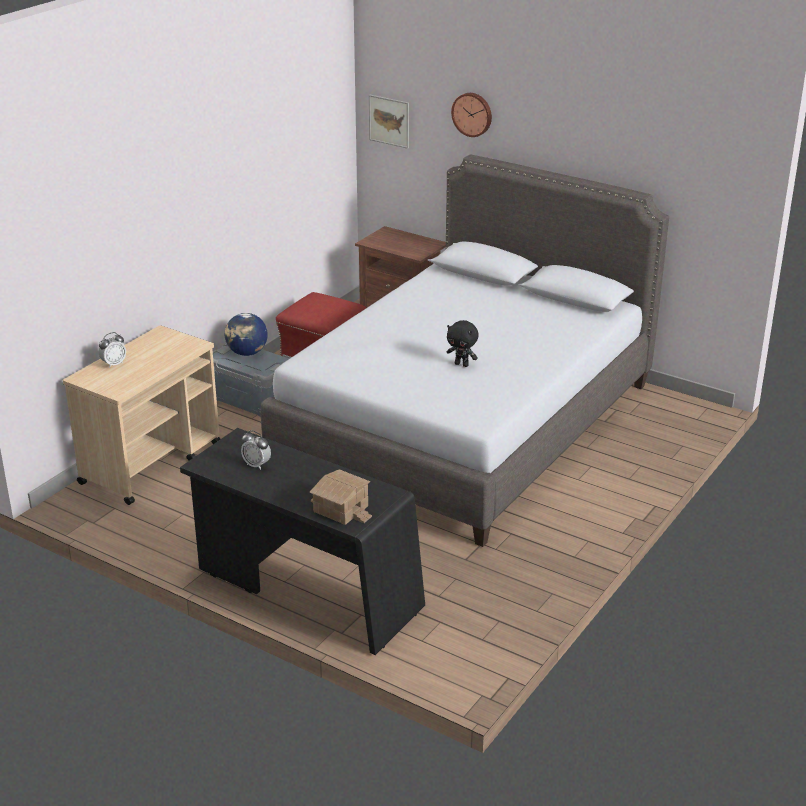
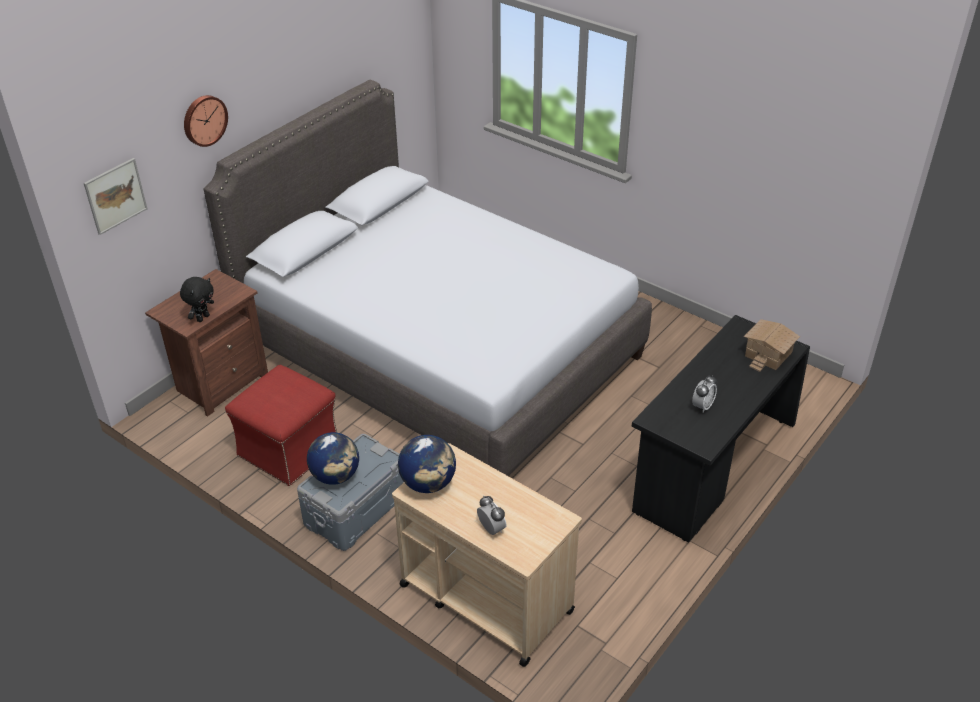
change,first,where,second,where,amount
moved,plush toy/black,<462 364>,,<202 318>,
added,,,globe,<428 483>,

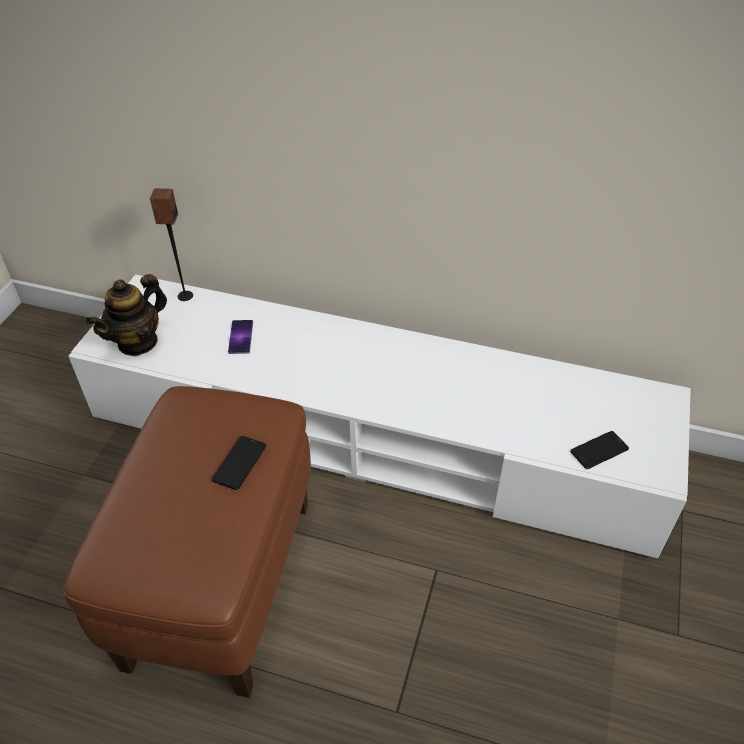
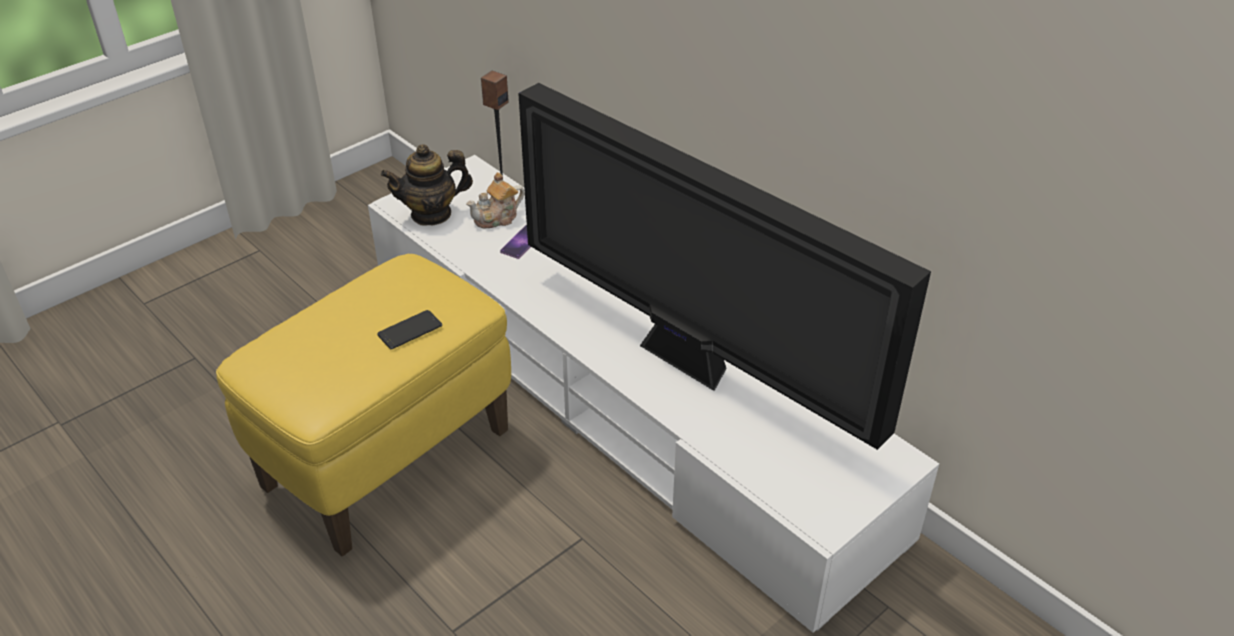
change,first,where,second,where,amount
recoloured,ottoman/brown,<222 581>,ottoman/yellow,<388 458>,
removed,phone,<599 450>,,,
added,,,television,<690 364>,
added,,,teapot,<497 218>,

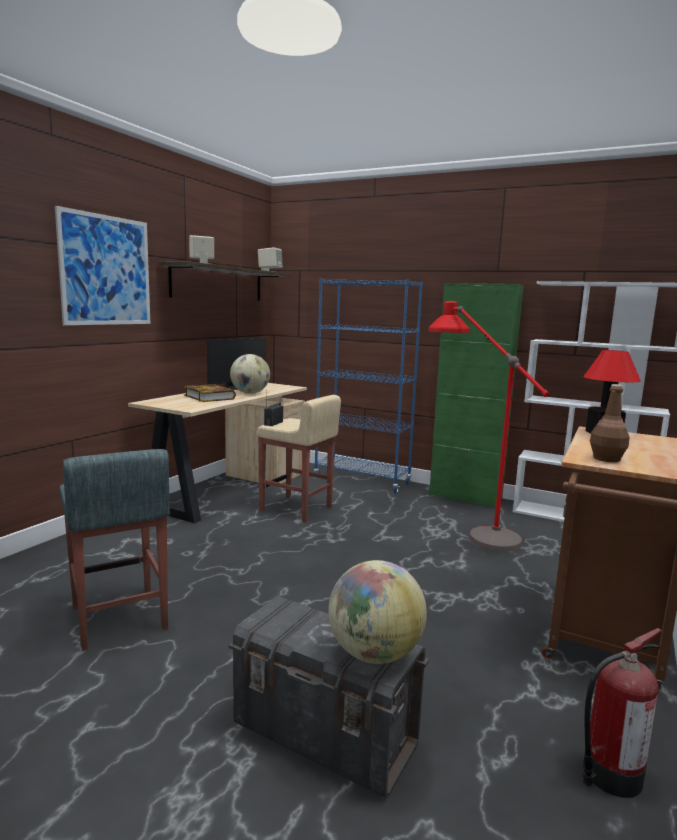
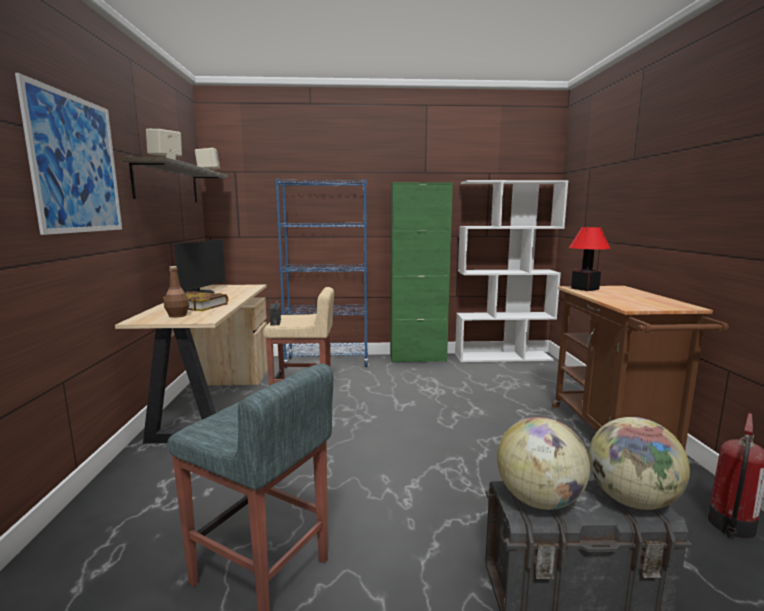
change,first,where,second,where,amount
removed,floor lamp/red,<469 527>,,,
moved,globe,<250 393>,,<539 500>,
moved,bottle/brown,<606 458>,,<177 315>,

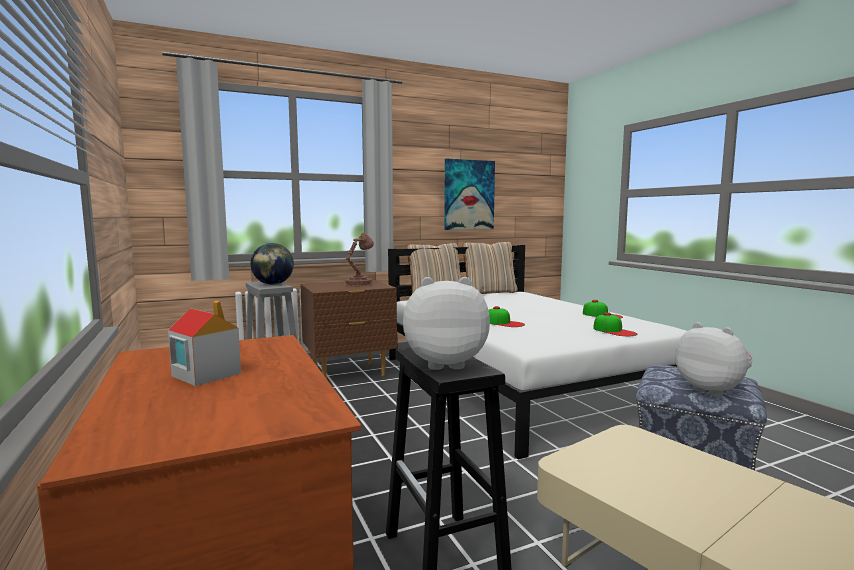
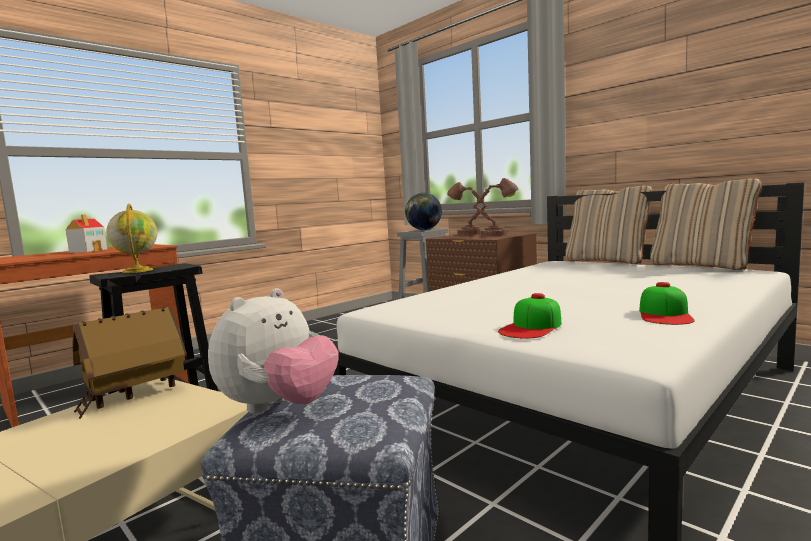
change,first,where,second,where,amount
removed,picture,<468 195>,,,
replaced,plush toy,<445 363>,globe,<137 271>,
removed,cap,<504 323>,,,
added,,,table lamp/brown,<468 234>,
added,,,toy house,<134 395>,

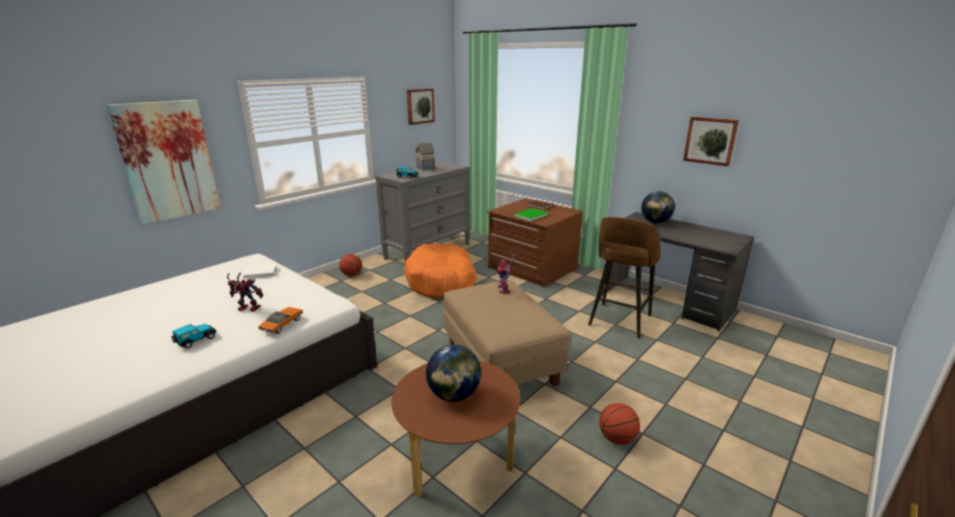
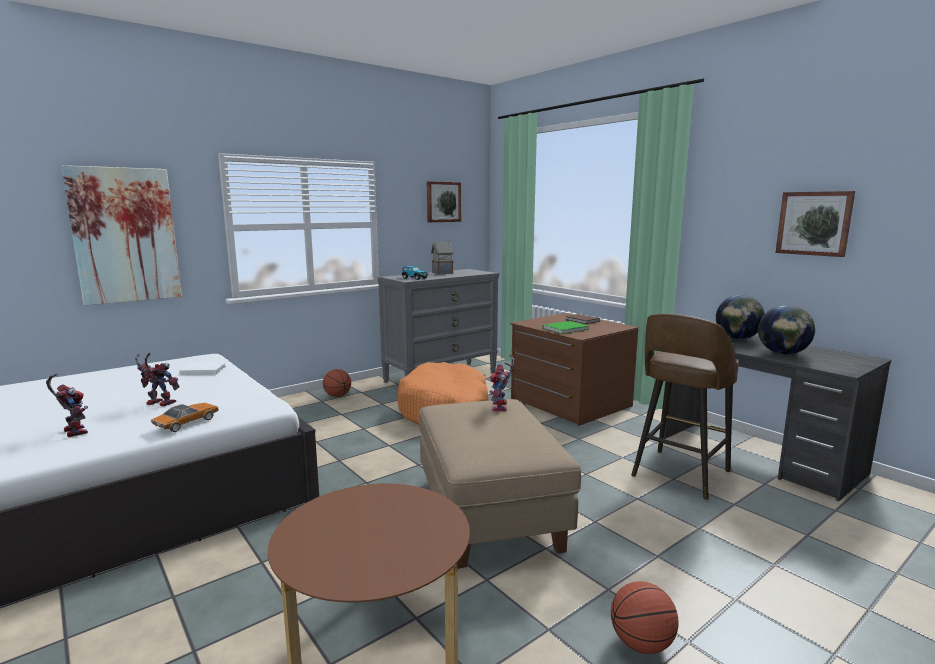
change,first,where,second,where,amount
replaced,toy car,<195 340>,toy robot,<72 431>,
moved,globe,<454 395>,,<782 354>,

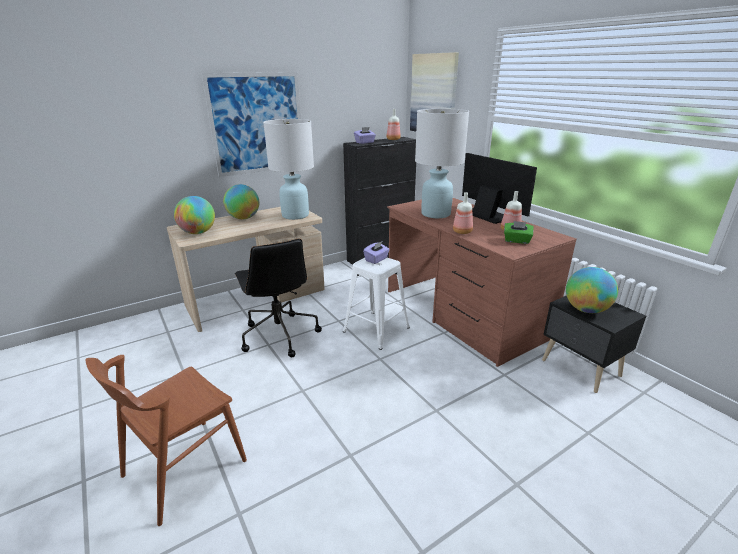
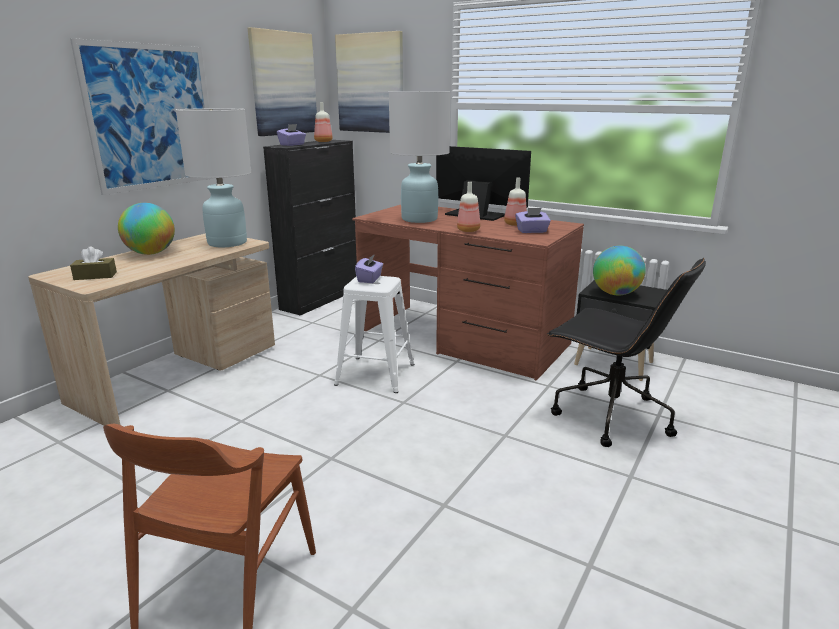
change,first,where,second,where,amount
replaced,globe,<198 233>,tissue box/brown,<95 276>,
recoloured,tissue box/green,<516 241>,tissue box/purple,<532 231>,
moved,office chair/black,<279 335>,,<609 415>,
added,,,picture,<283 83>,

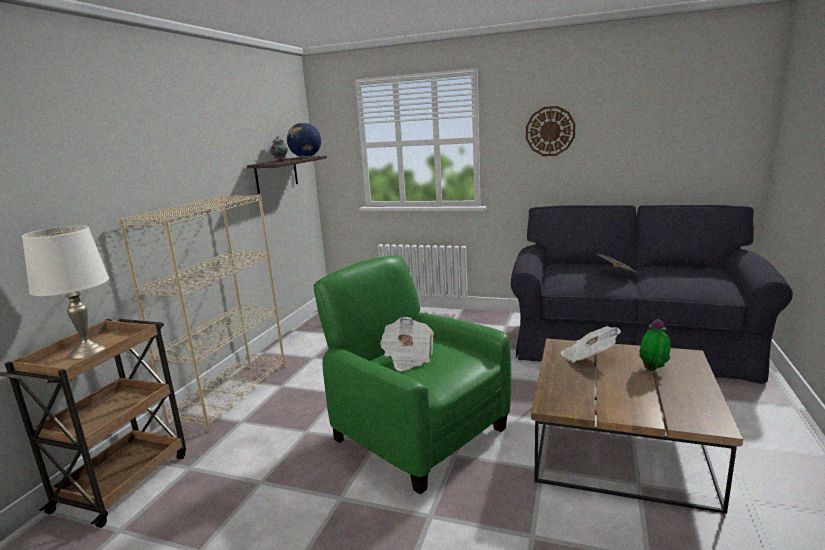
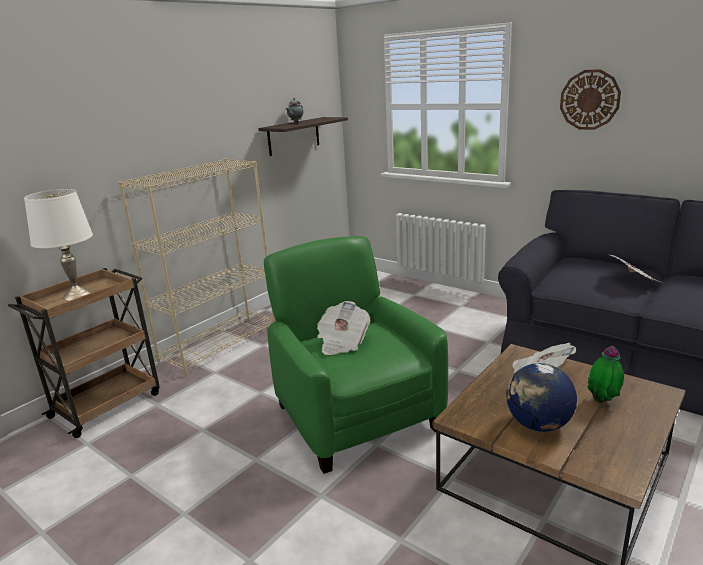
change,first,where,second,where,amount
moved,globe,<306 157>,,<538 425>,

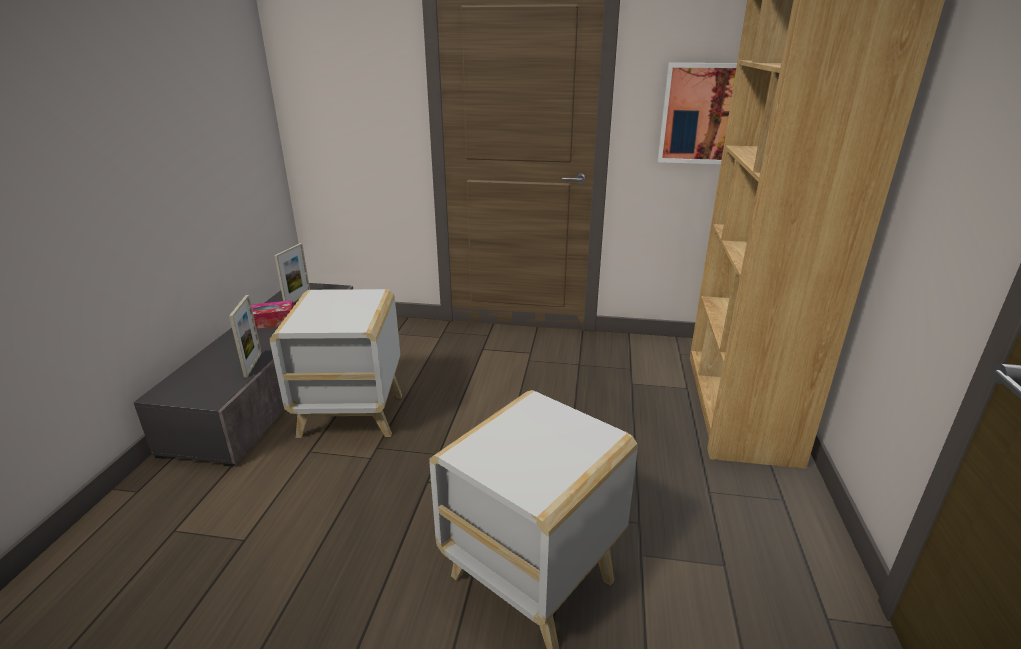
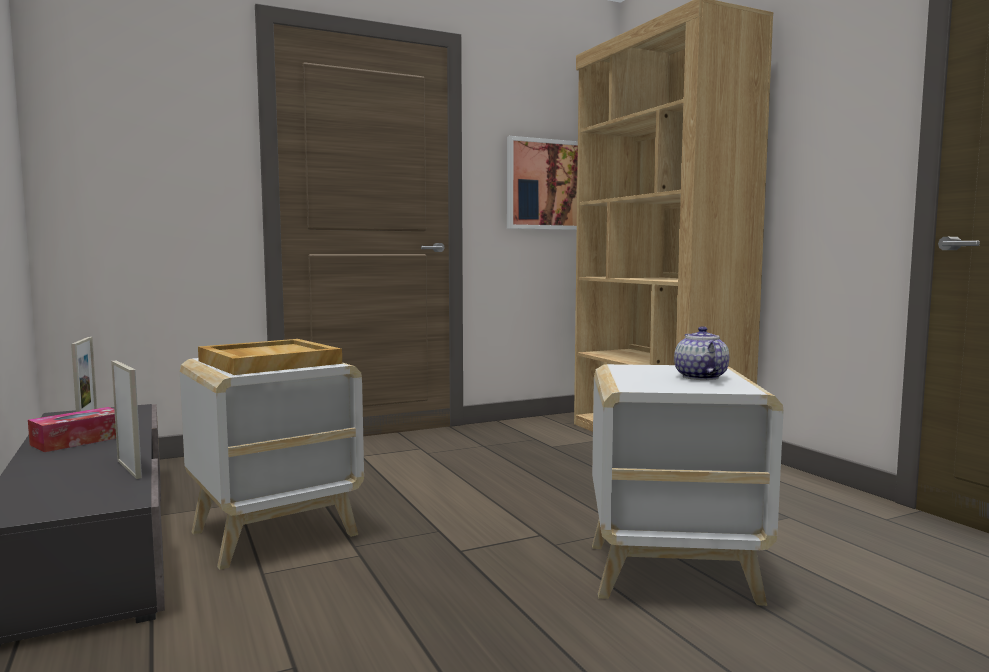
change,first,where,second,where,amount
added,,,teapot,<700 377>,
added,,,tray/beige,<268 362>,

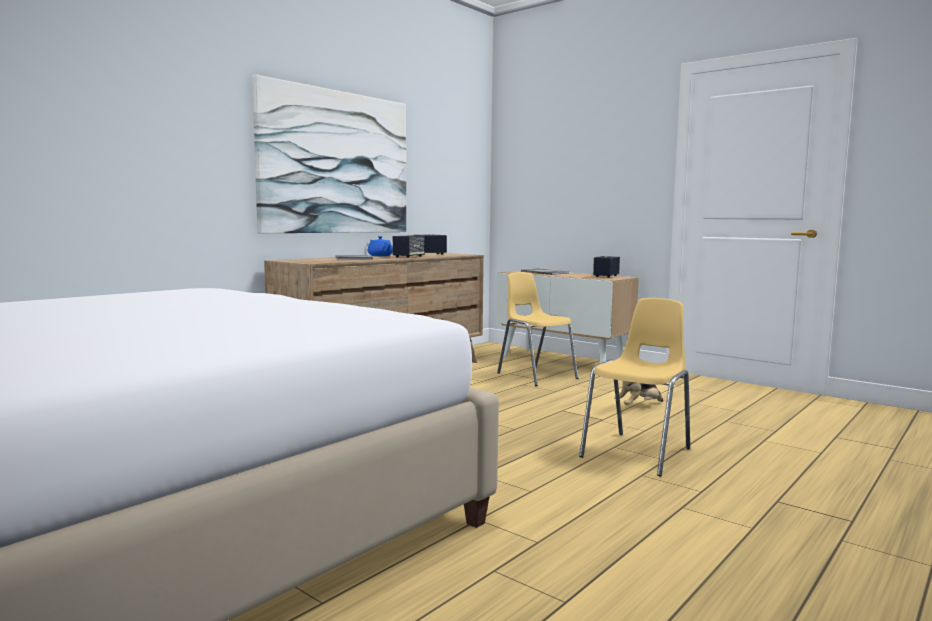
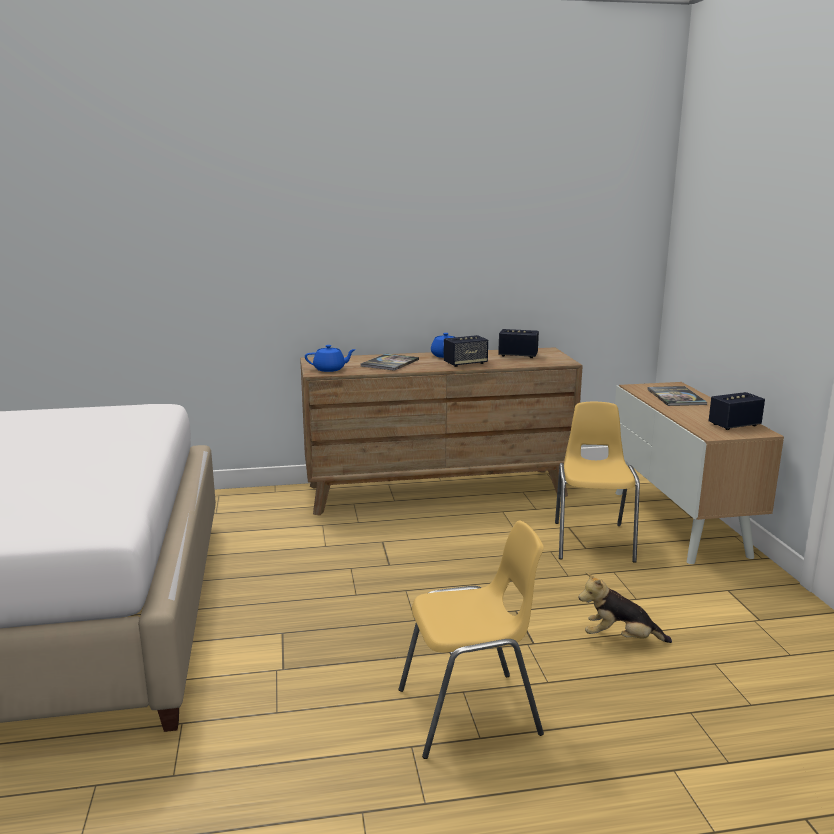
change,first,where,second,where,amount
removed,picture,<336 163>,,,
added,,,teapot/blue,<330 369>,

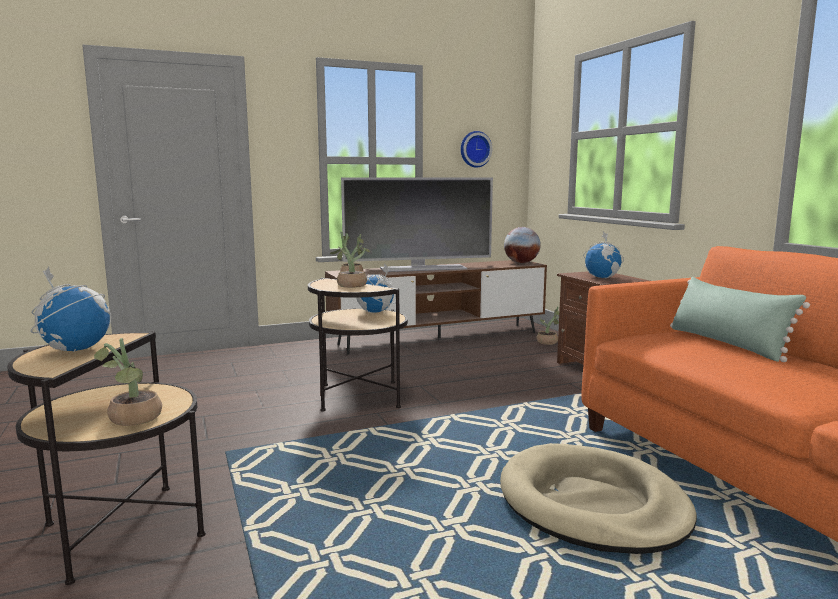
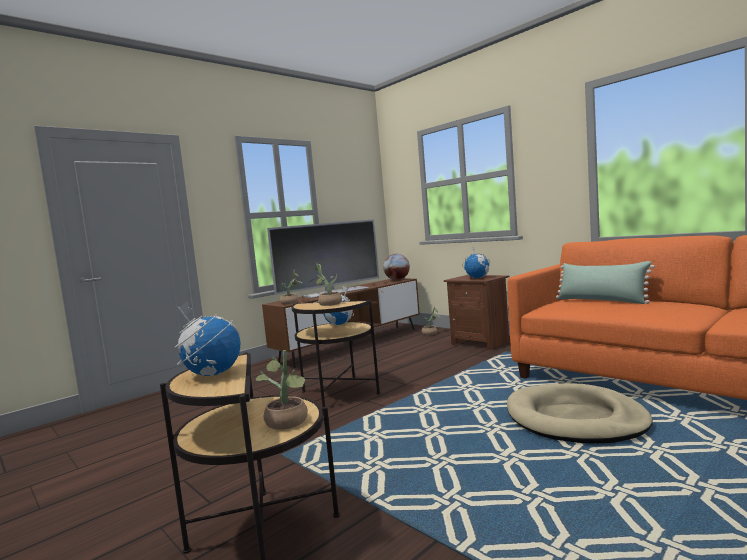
change,first,where,second,where,amount
removed,wall clock,<475 149>,,,

